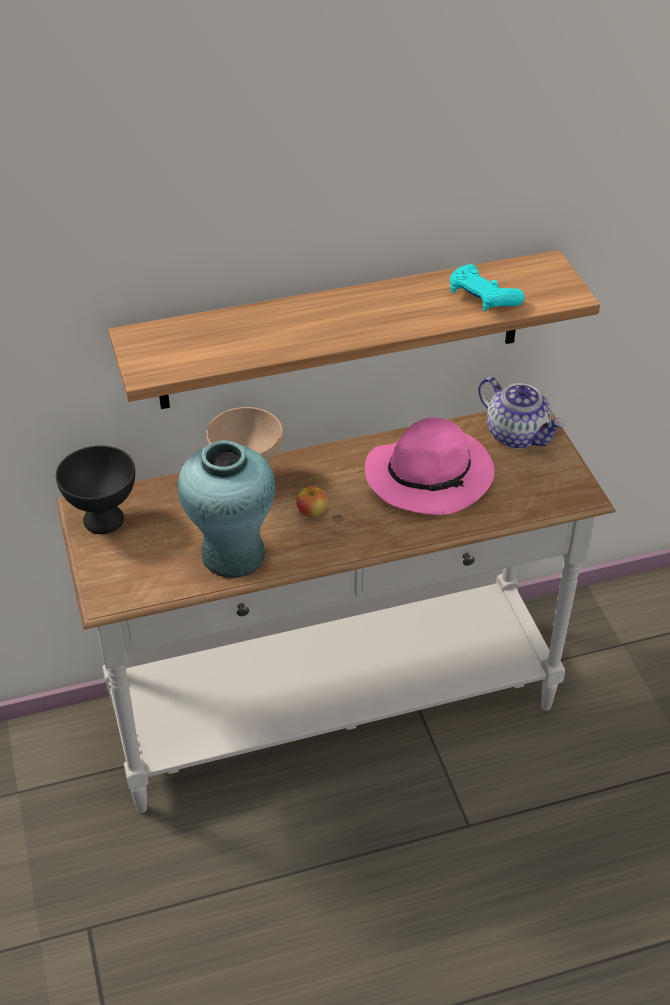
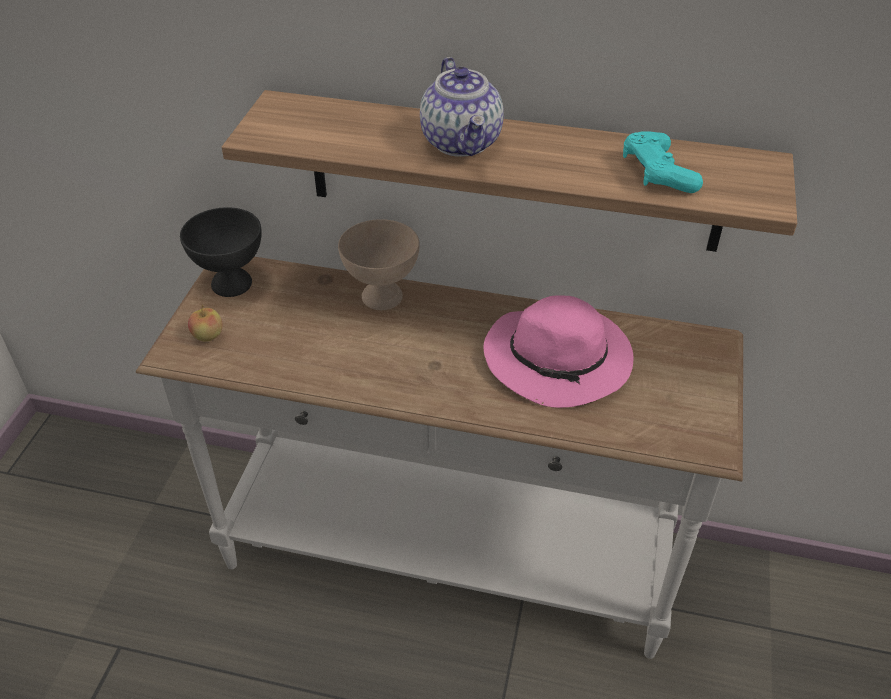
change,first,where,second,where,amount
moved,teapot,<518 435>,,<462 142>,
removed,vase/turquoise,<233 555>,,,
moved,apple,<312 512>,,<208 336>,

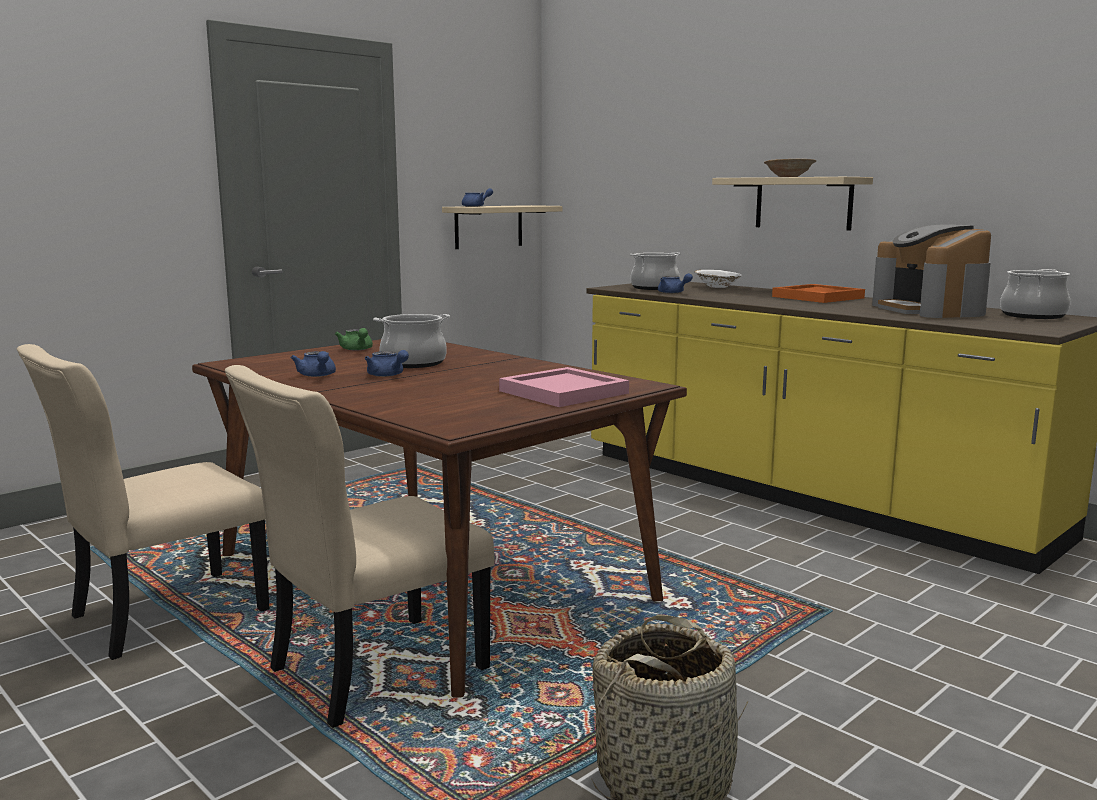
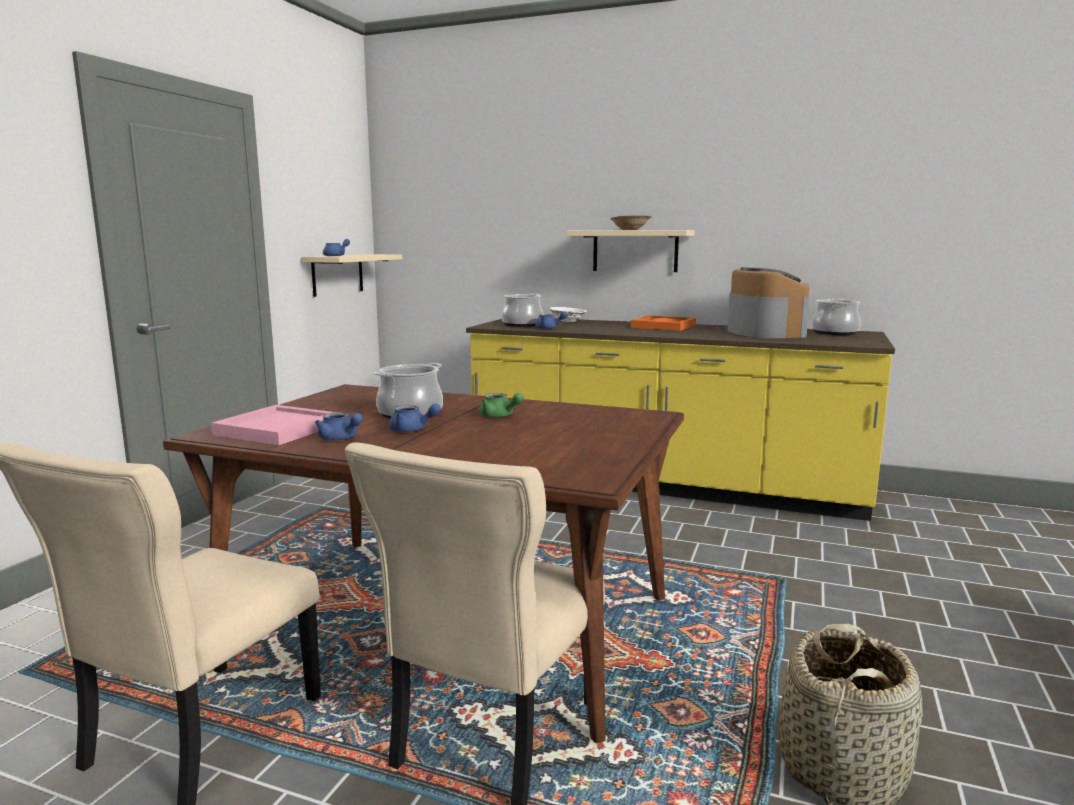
change,first,where,second,where,amount
turned,coffee machine,<929 310>,,<763 332>,150 degrees counterclockwise
moved,teapot/green,<357 349>,,<499 416>,
moved,tray/pink,<563 391>,,<277 429>,

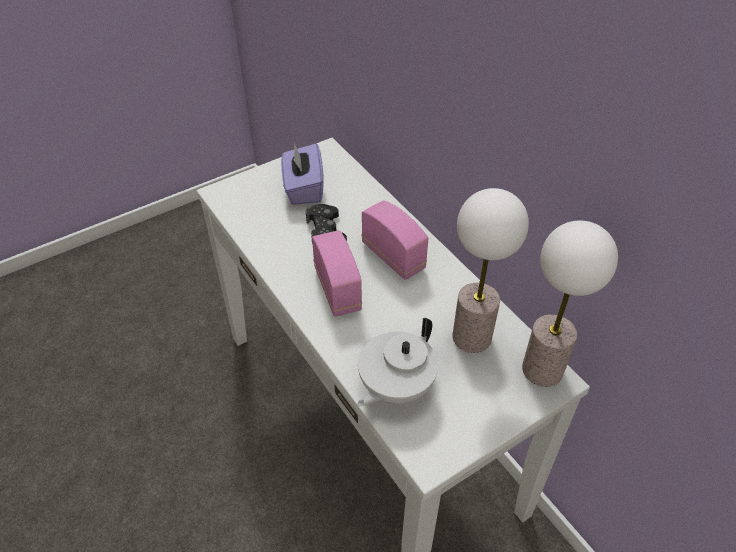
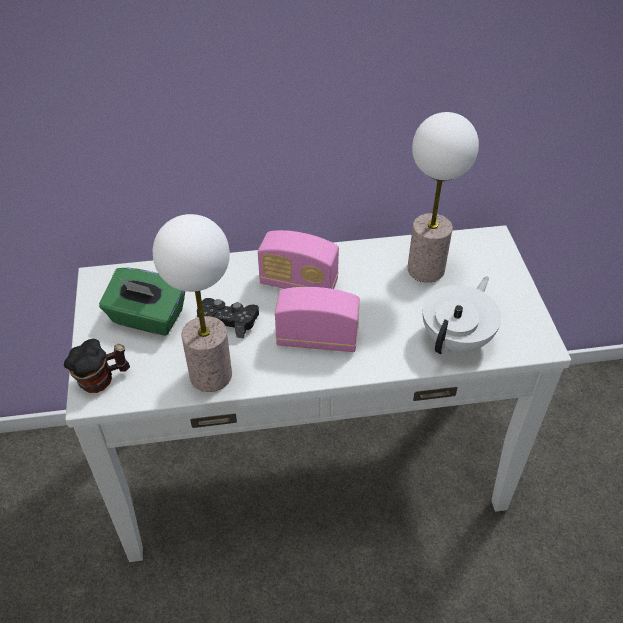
change,first,where,second,where,amount
recoloured,tissue box/purple,<303 189>,tissue box/green,<147 318>,
turned,radio,<393 256>,,<298 283>,150 degrees counterclockwise
moved,table lamp,<543 370>,,<211 375>,
turned,teapot/white,<395 387>,,<457 339>,120 degrees counterclockwise
added,,,mug,<102 380>,

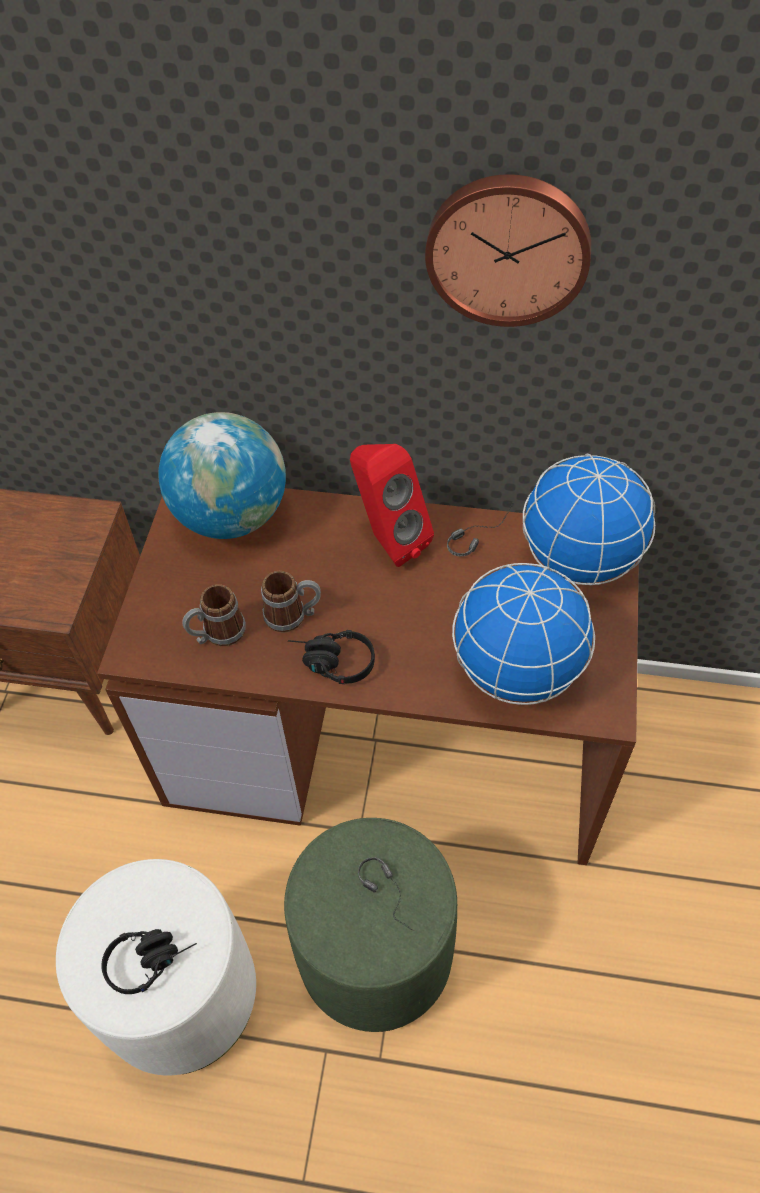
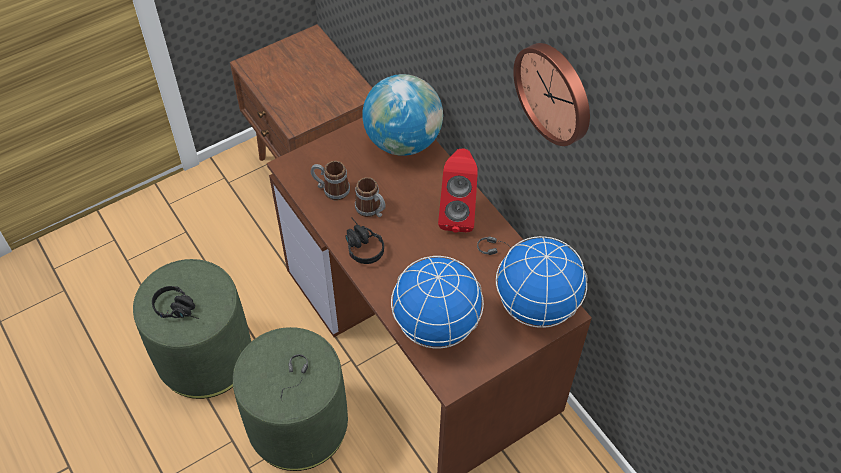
change,first,where,second,where,amount
recoloured,ottoman/white,<180 993>,ottoman/green,<205 356>,

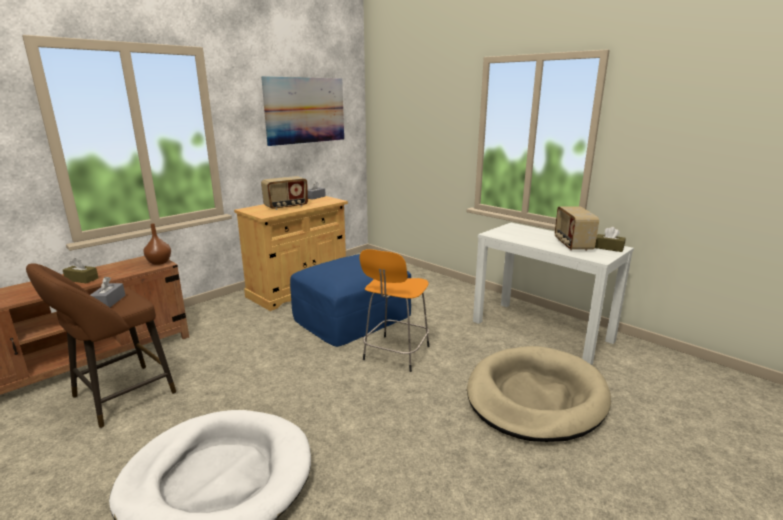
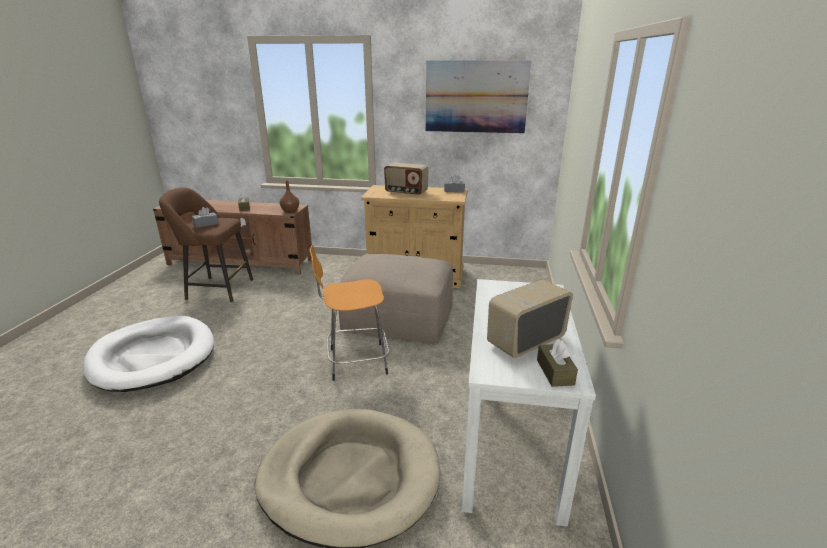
change,first,where,second,where,amount
recoloured,ottoman/blue,<352 317>,ottoman/beige,<398 316>,

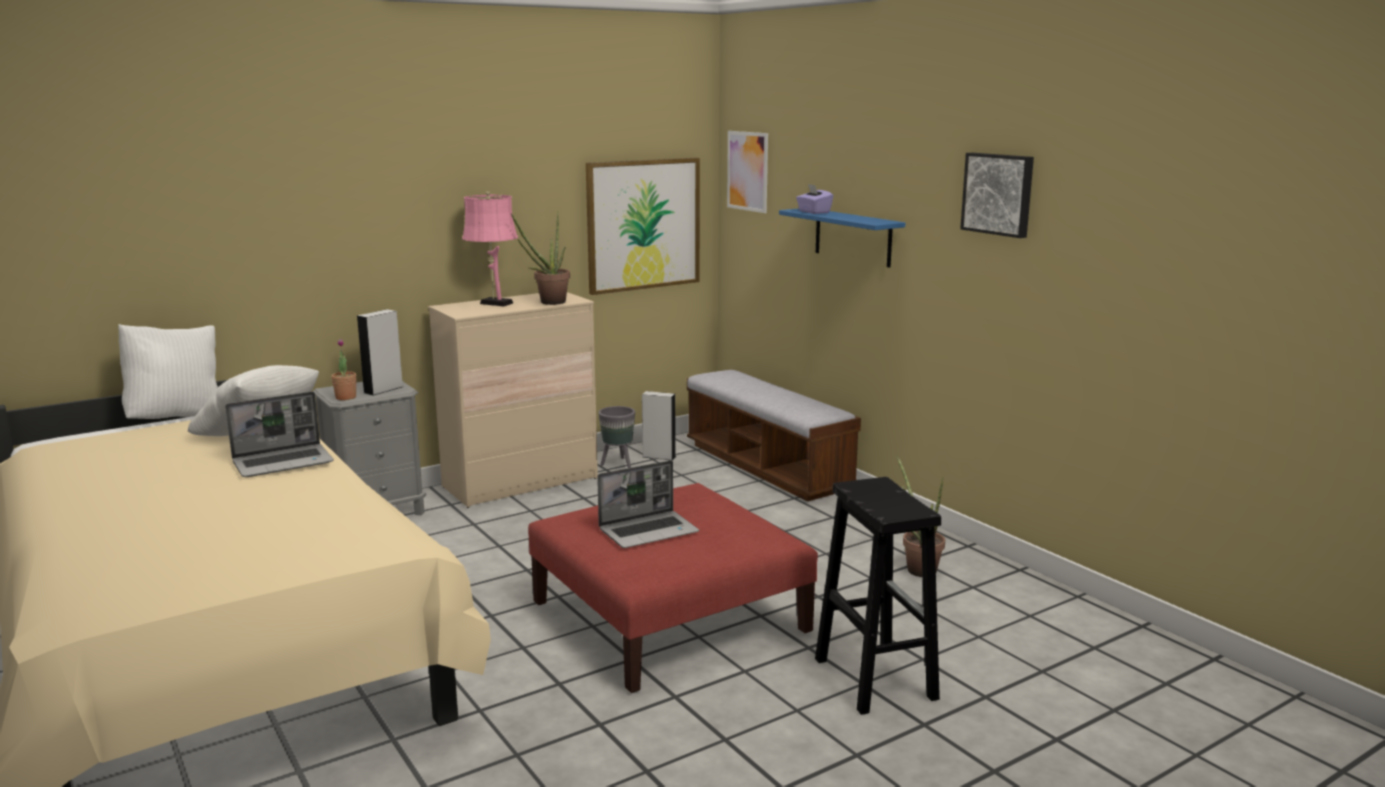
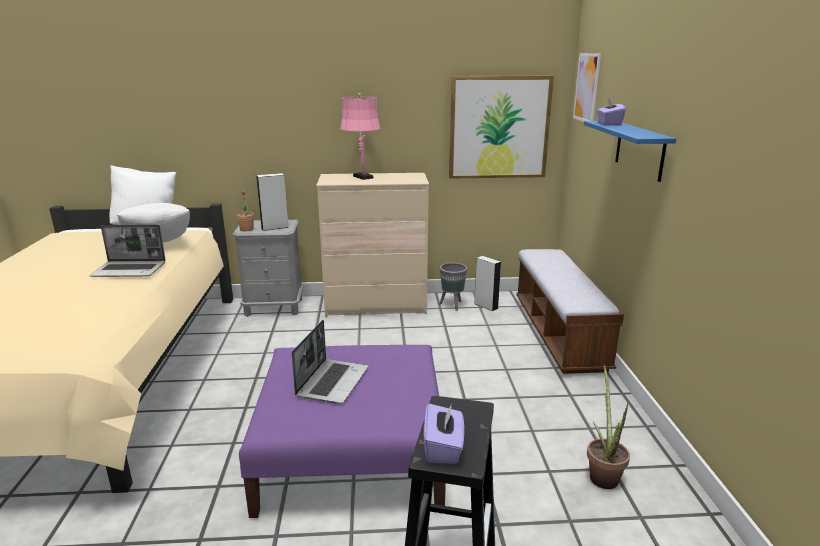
change,first,where,second,where,amount
removed,picture,<998 194>,,,
removed,potted plant,<548 303>,,,
turned,laptop,<649 531>,,<332 382>,75 degrees counterclockwise
recoloured,ottoman/red,<669 616>,ottoman/purple,<353 451>,
added,,,tissue box/purple,<443 448>,

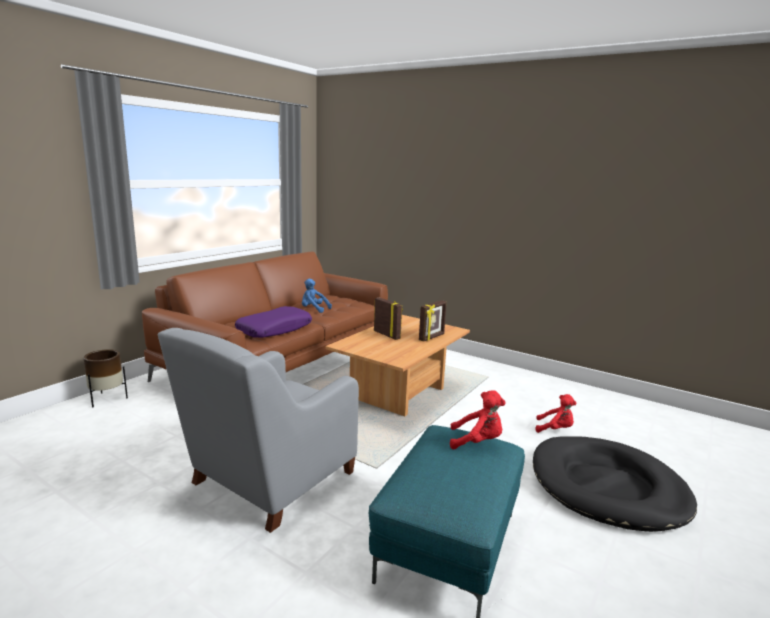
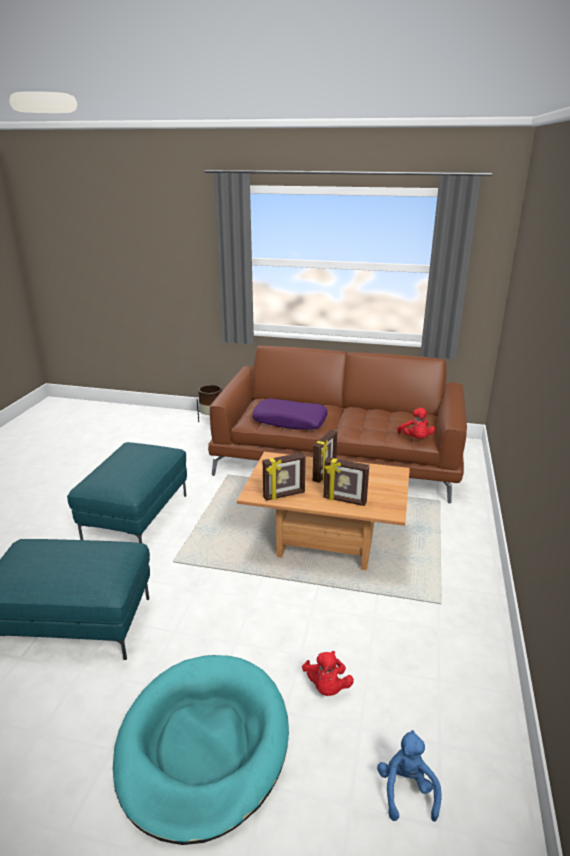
change,first,where,second,where,amount
moved,plush toy/blue,<313 309>,,<406 790>,
replaced,armchair/grey,<268 481>,ottoman/turquoise,<136 516>,
moved,plush toy/red,<477 442>,,<415 439>,
recoloured,dog bed/black,<607 487>,dog bed/turquoise,<203 745>,
added,,,picture frame,<284 495>,

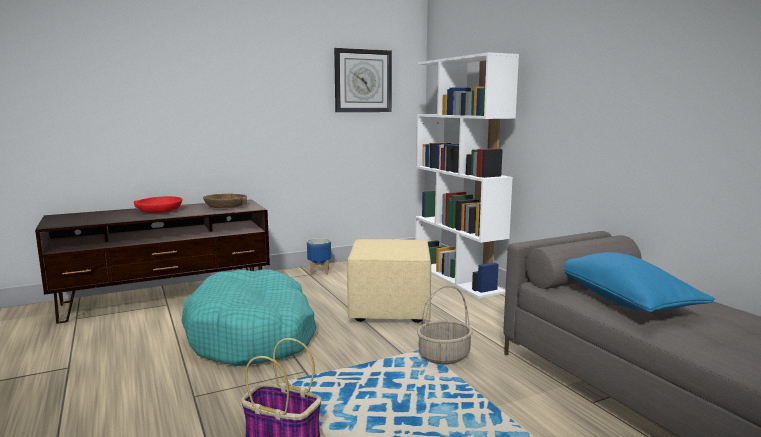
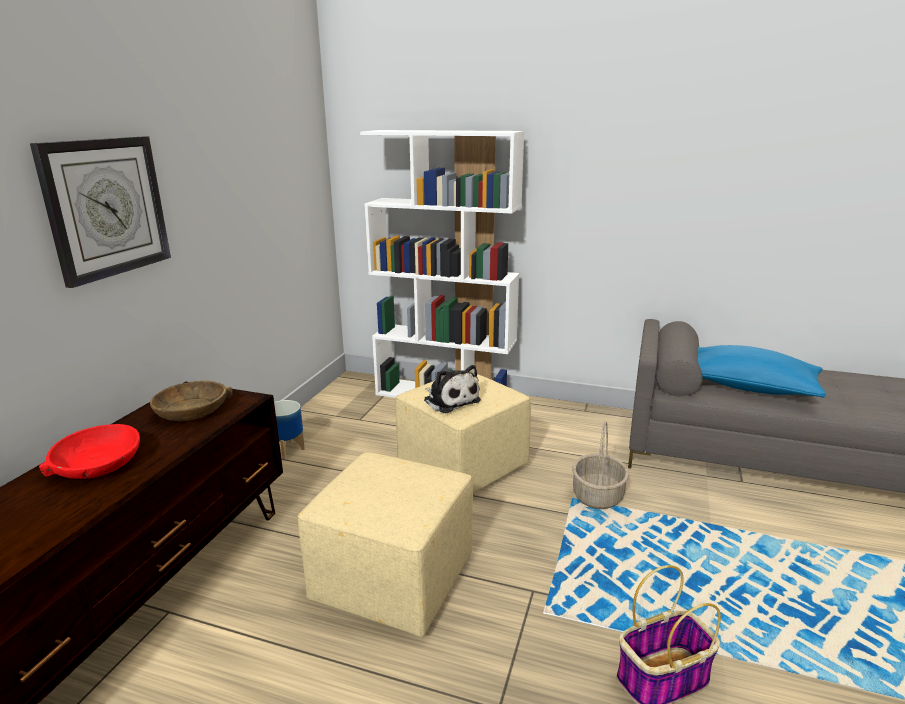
change,first,where,second,where,amount
moved,wall clock,<363 81>,,<106 207>,
replaced,dog bed/turquoise,<253 335>,ottoman/beige,<391 582>,
added,,,plush toy,<450 400>,

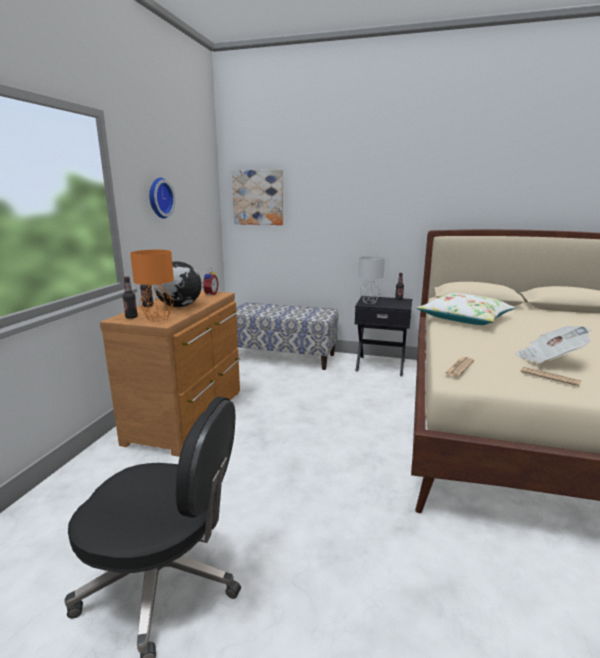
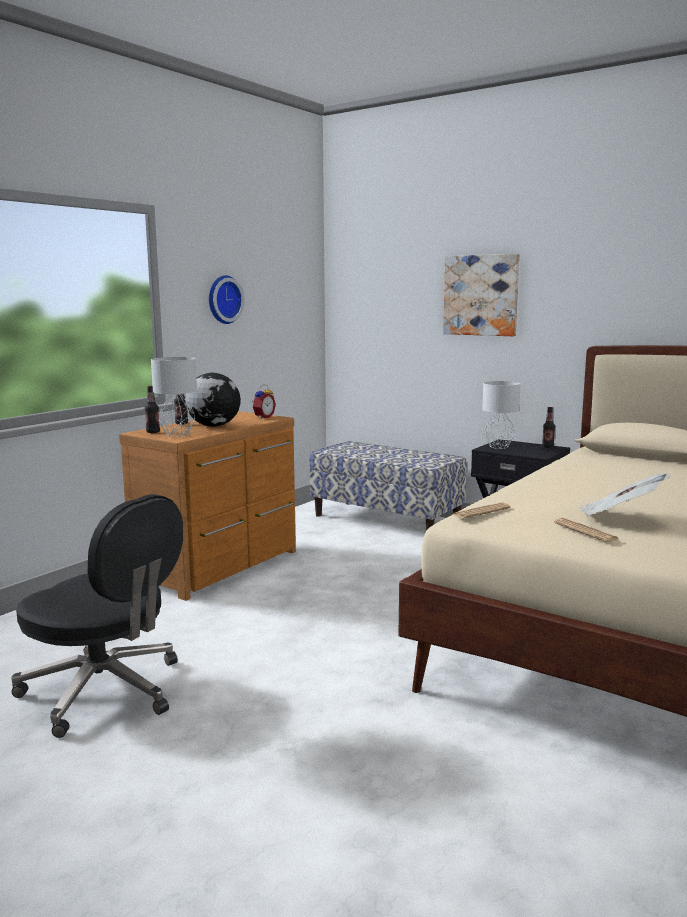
change,first,where,second,where,amount
moved,picture,<258 197>,,<481 295>,
recoloured,table lamp/orange,<158 318>,table lamp/grey,<178 435>,
removed,pillow/white,<465 319>,,,

